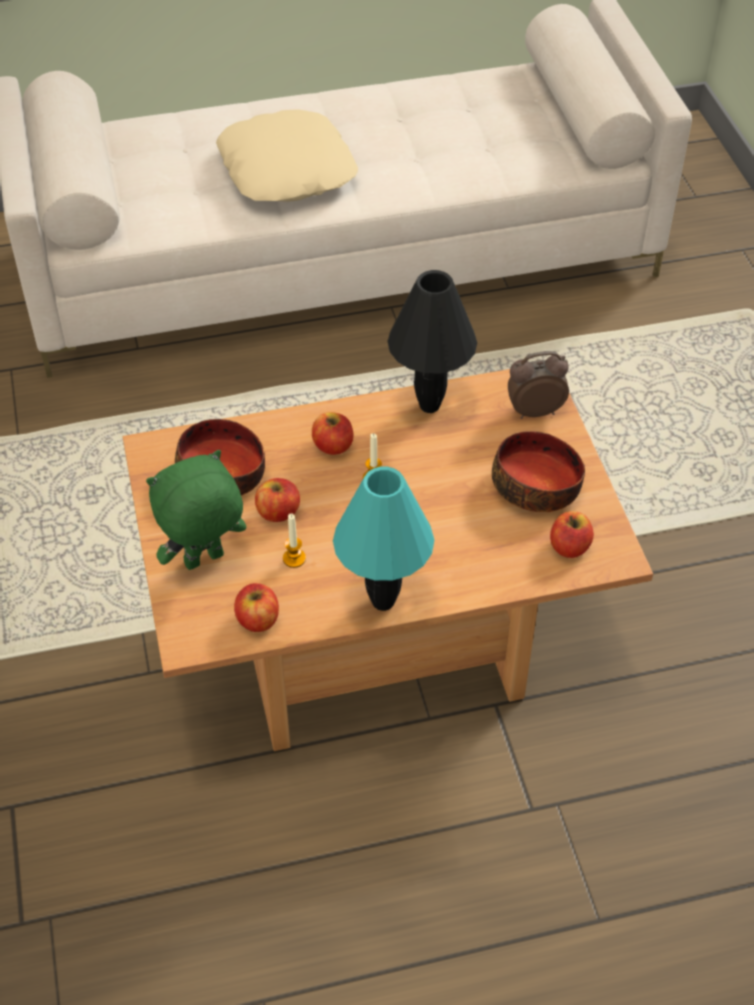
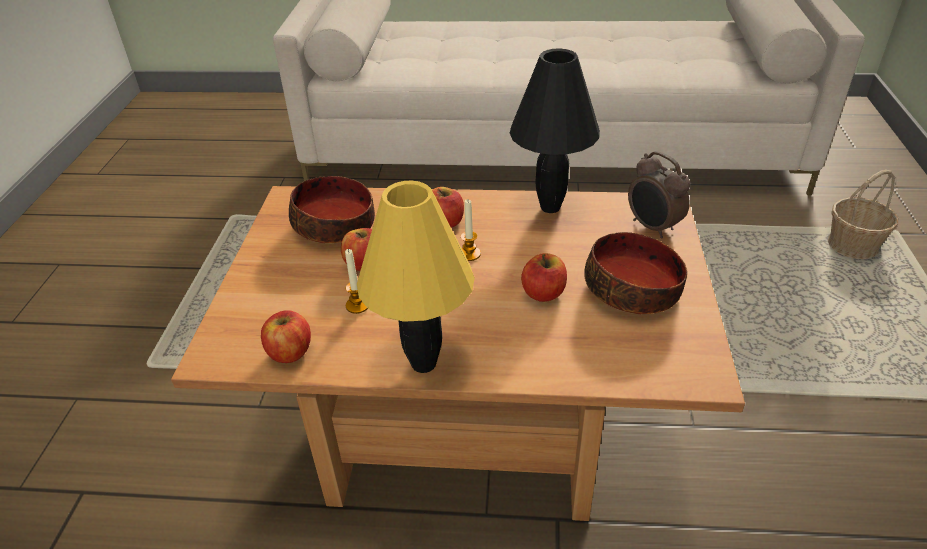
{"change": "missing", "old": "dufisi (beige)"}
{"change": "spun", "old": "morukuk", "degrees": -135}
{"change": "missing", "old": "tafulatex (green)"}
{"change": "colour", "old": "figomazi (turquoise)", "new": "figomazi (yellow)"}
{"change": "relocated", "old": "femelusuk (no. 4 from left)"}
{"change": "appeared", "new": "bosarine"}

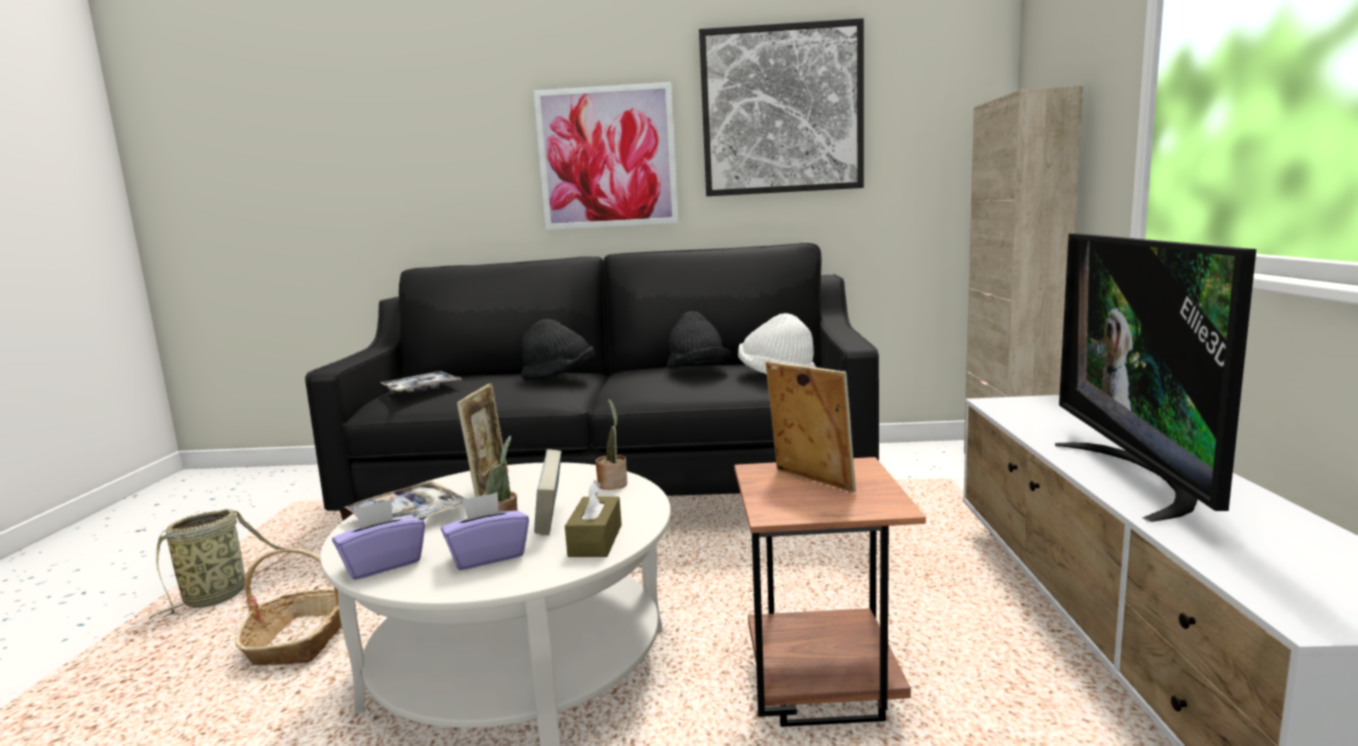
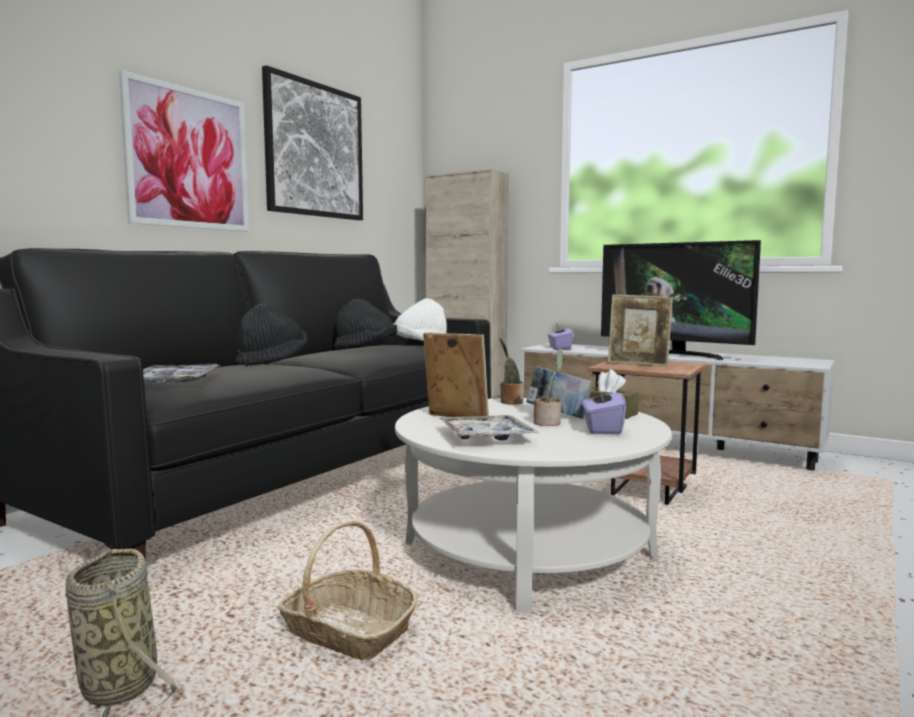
{"change": "spun", "old": "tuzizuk (no. 2 from left)", "degrees": -150}
{"change": "relocated", "old": "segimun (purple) (no. 1 from left)"}

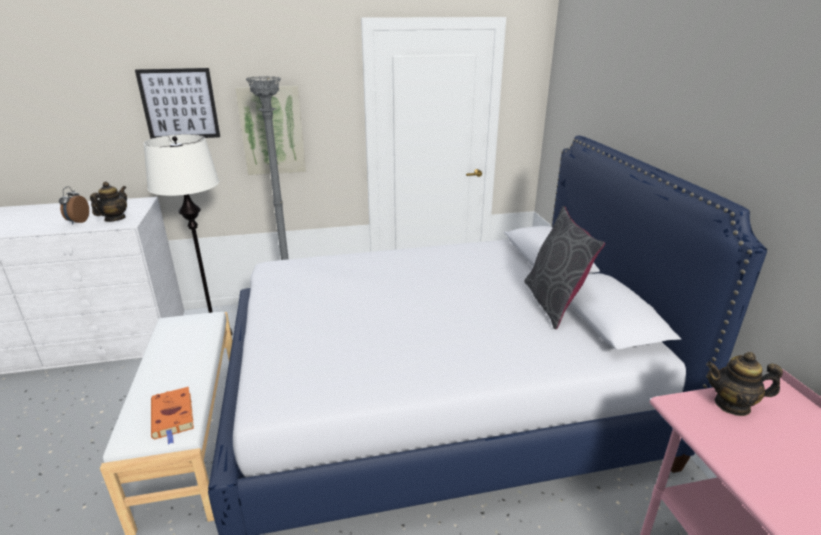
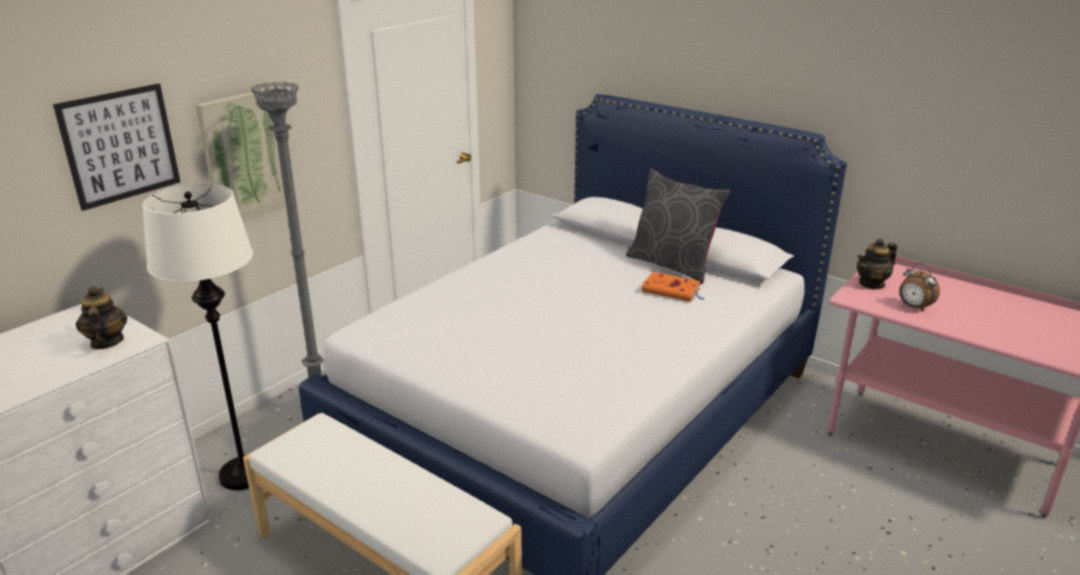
{"change": "relocated", "old": "morukuk"}
{"change": "relocated", "old": "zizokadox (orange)"}

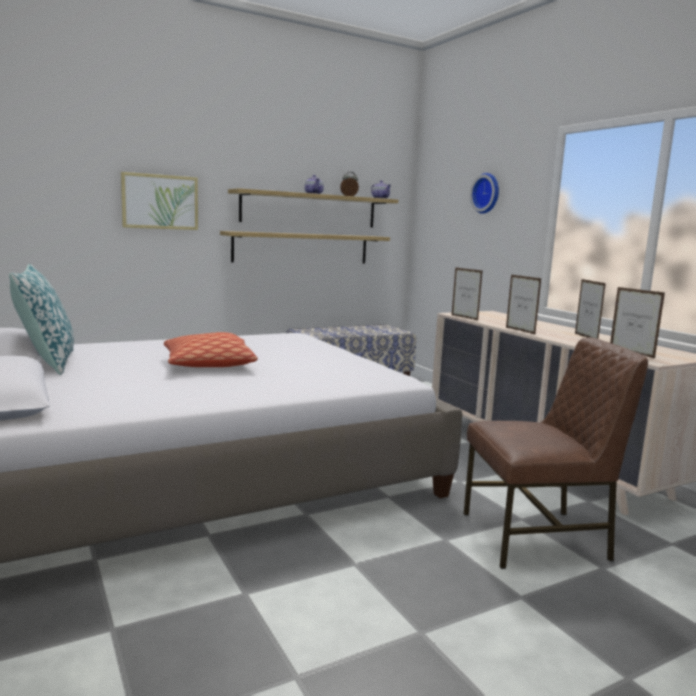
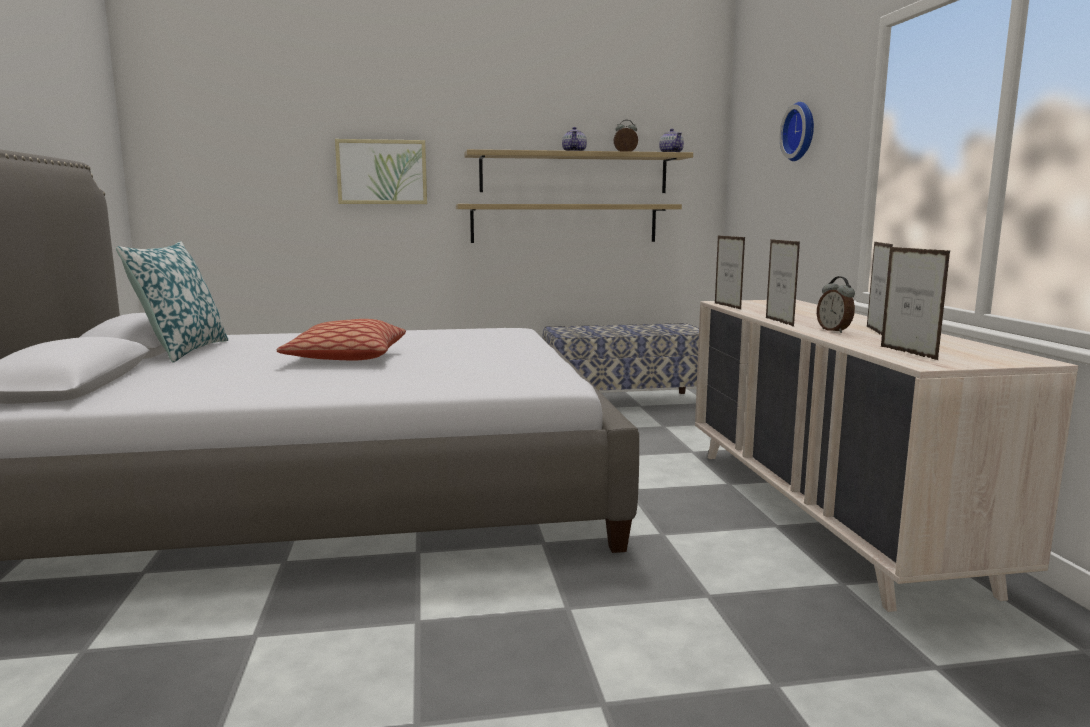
{"change": "missing", "old": "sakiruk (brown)"}
{"change": "appeared", "new": "morukuk (no. 2 from left)"}

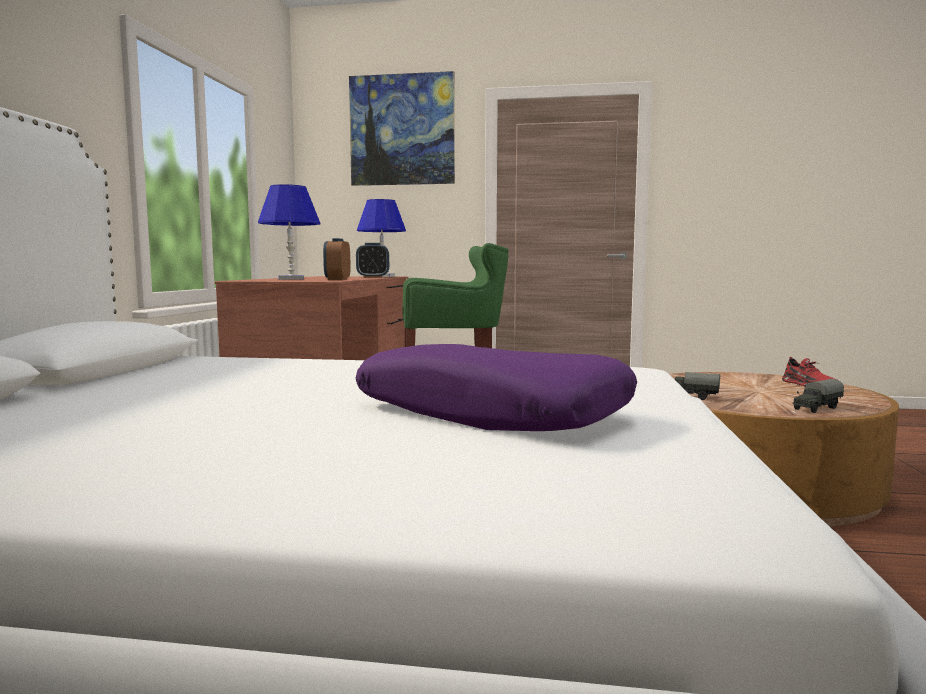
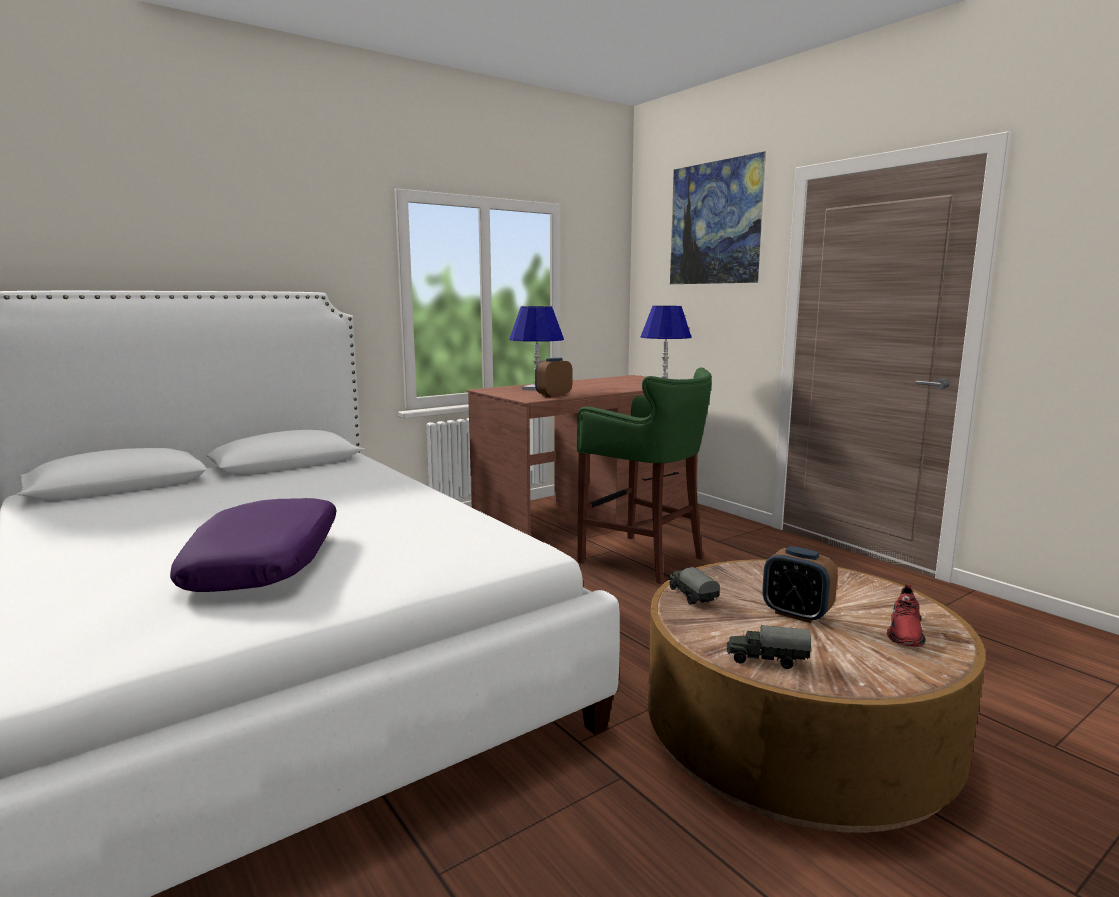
{"change": "relocated", "old": "morukuk (no. 2 from left)"}

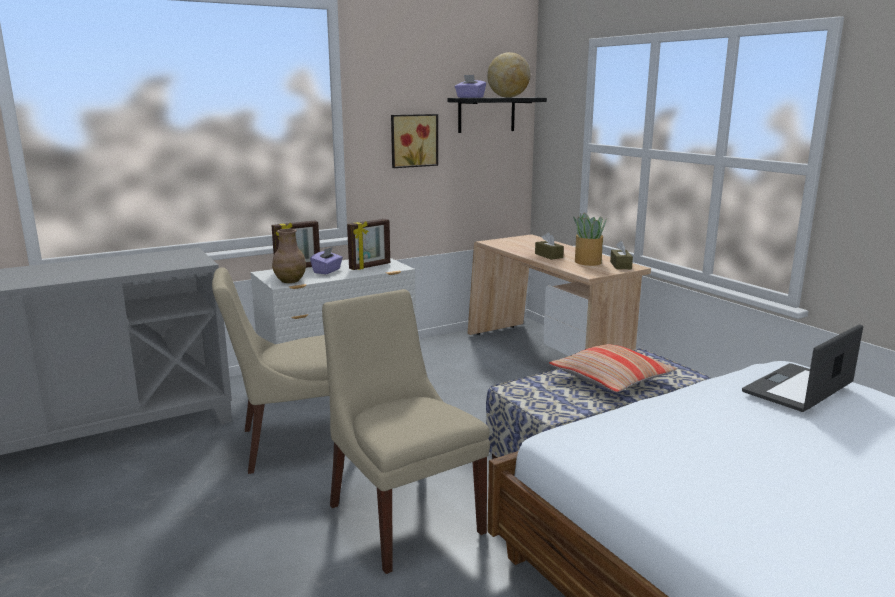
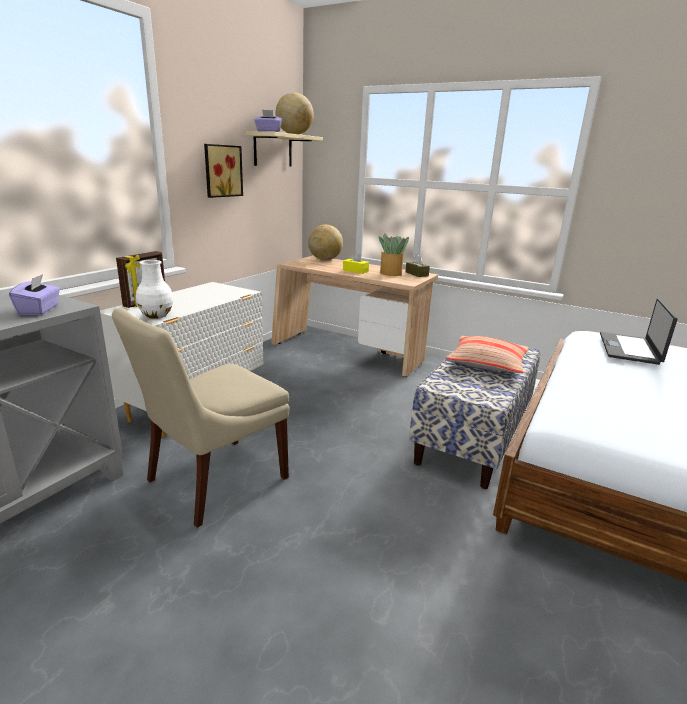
{"change": "colour", "old": "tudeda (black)", "new": "tudeda (beige)"}
{"change": "missing", "old": "tuzizuk (no. 2 from left)"}
{"change": "colour", "old": "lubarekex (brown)", "new": "lubarekex (white)"}
{"change": "colour", "old": "segimun (brown) (no. 1 from left)", "new": "segimun (yellow)"}
{"change": "relocated", "old": "segimun (purple) (no. 1 from left)"}
{"change": "missing", "old": "sakiruk (beige) (no. 2 from left)"}
{"change": "appeared", "new": "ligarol (no. 2 from left)"}

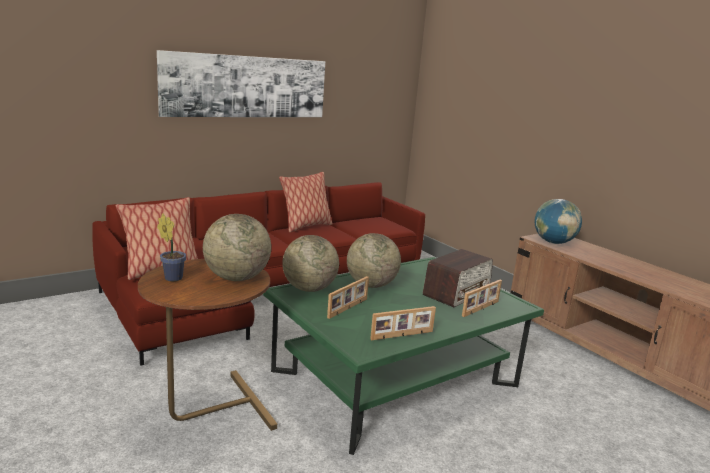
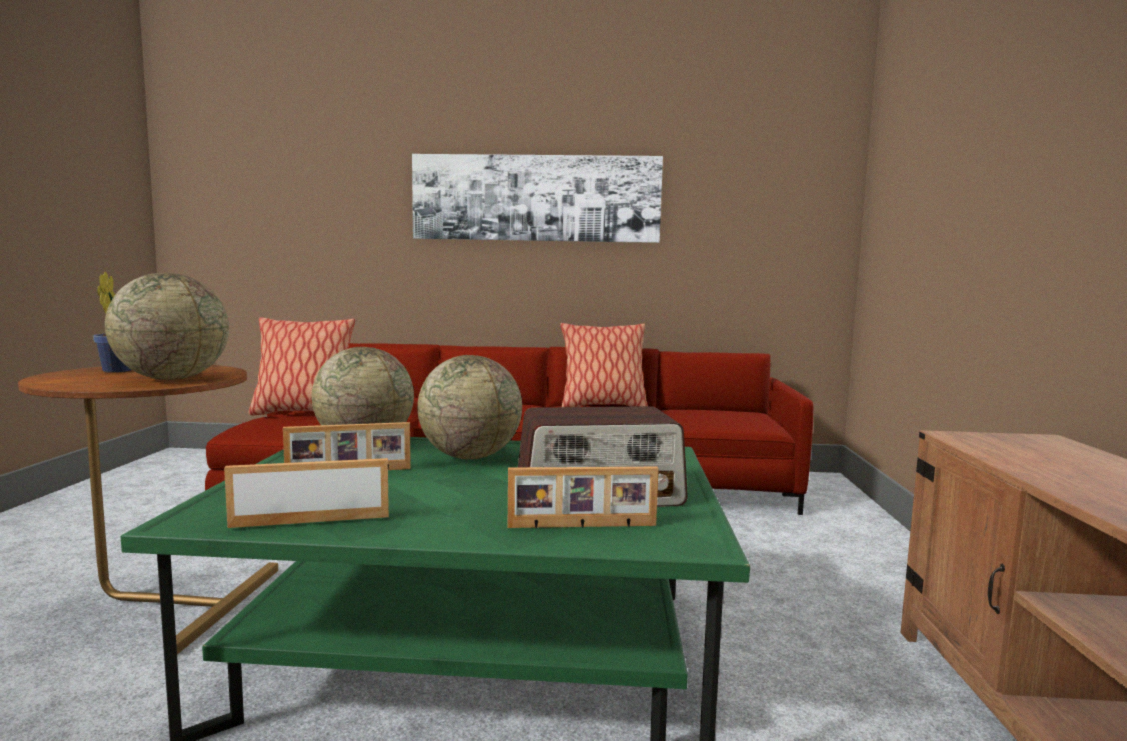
{"change": "missing", "old": "ligarol (no. 4 from left)"}
{"change": "spun", "old": "tuzizuk (no. 2 from left in the first image)", "degrees": 150}

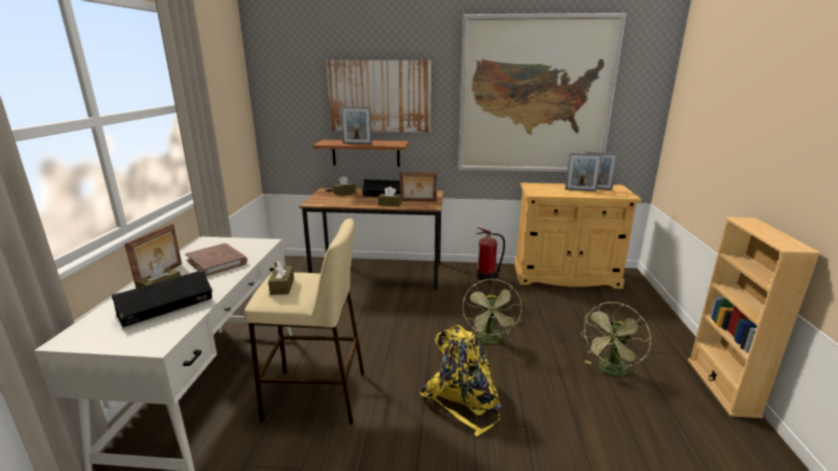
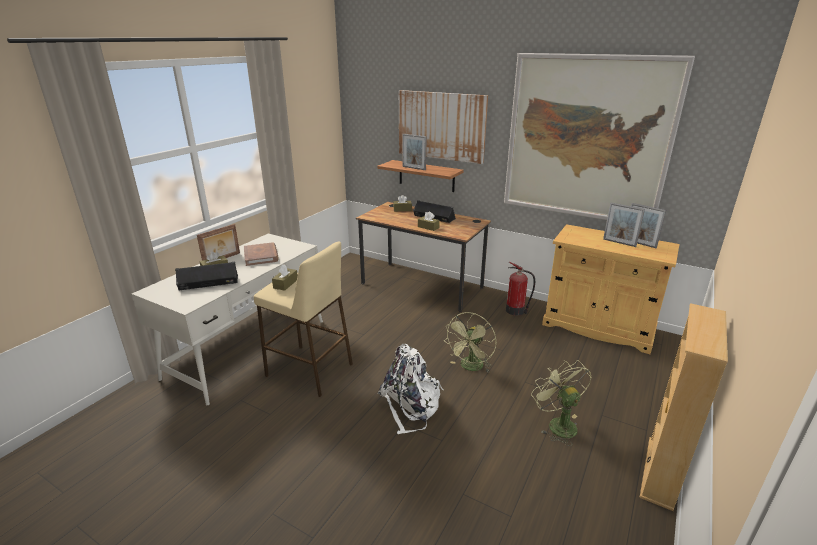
{"change": "missing", "old": "tuzizuk (no. 3 from left)"}
{"change": "spun", "old": "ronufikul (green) (no. 2 from left)", "degrees": 90}
{"change": "colour", "old": "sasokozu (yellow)", "new": "sasokozu (white)"}

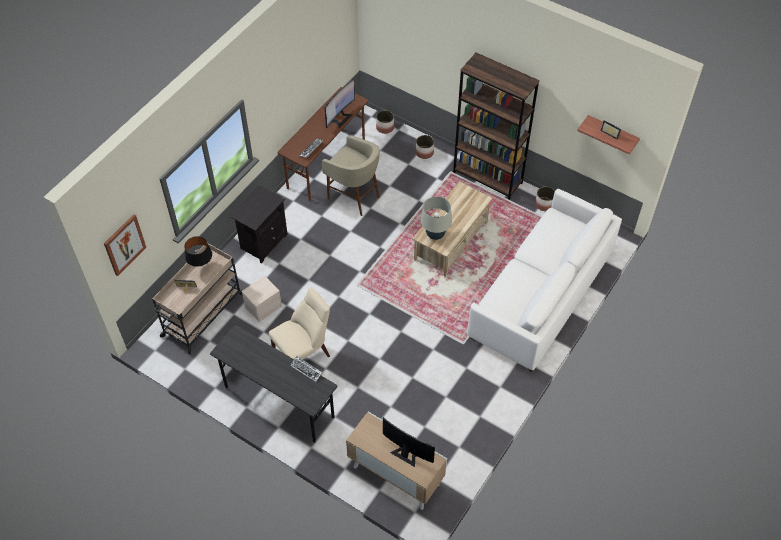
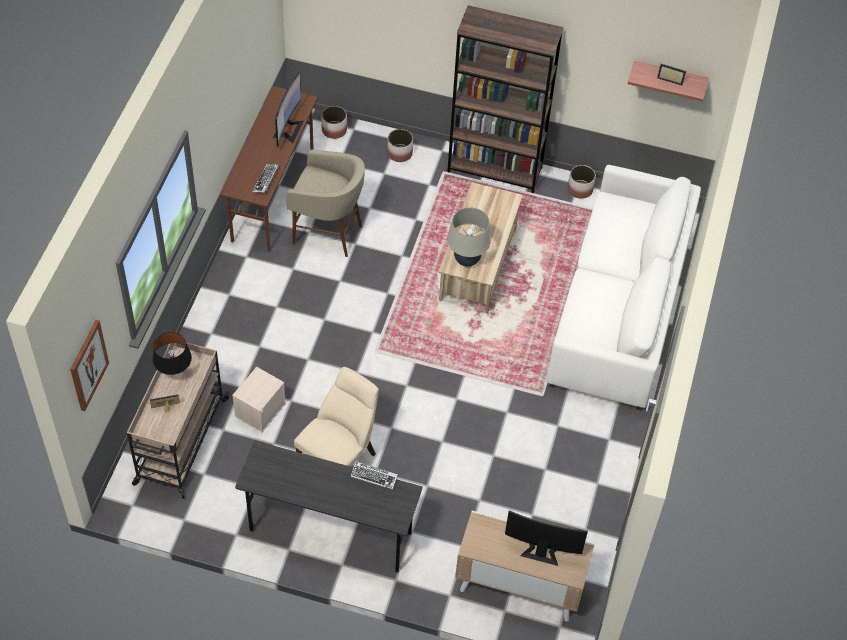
{"change": "missing", "old": "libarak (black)"}

